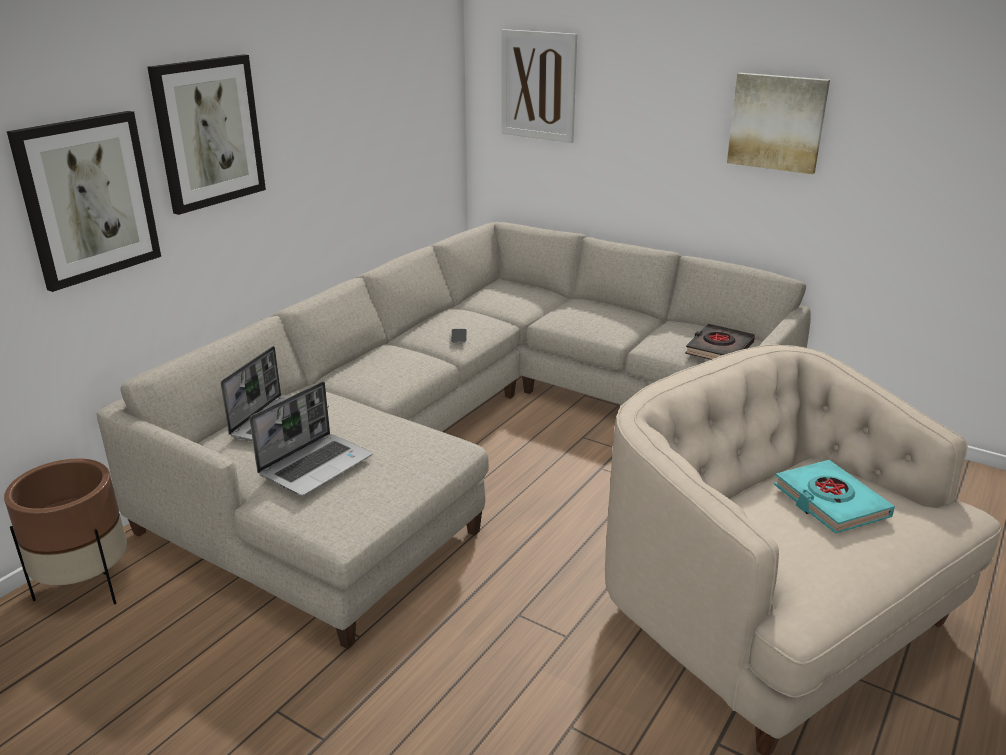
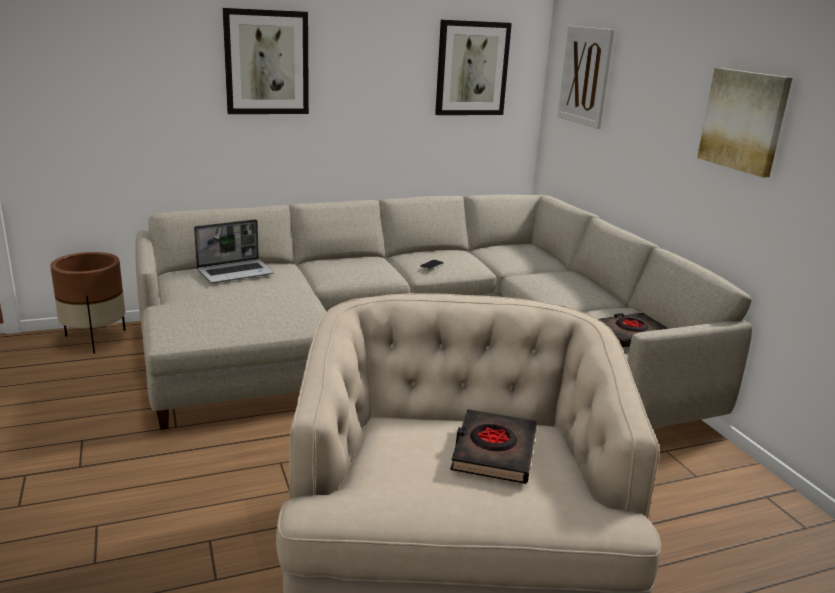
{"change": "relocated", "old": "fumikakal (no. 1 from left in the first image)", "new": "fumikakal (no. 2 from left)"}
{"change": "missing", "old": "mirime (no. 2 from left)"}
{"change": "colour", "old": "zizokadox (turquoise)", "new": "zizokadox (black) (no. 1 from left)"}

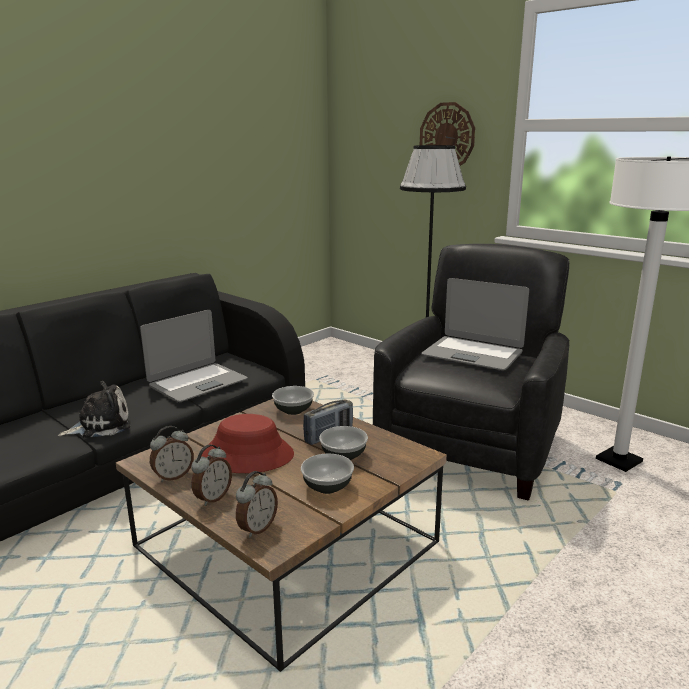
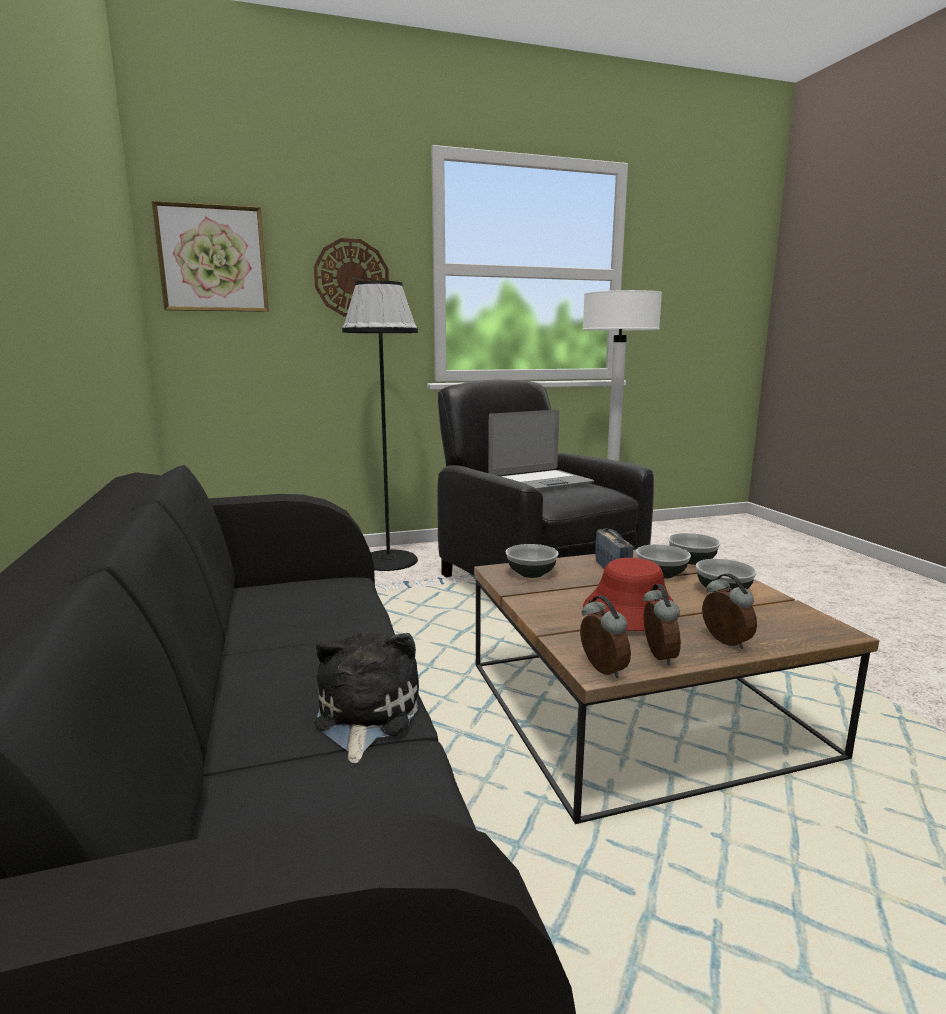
{"change": "missing", "old": "mirime (no. 1 from left)"}
{"change": "relocated", "old": "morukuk (no. 3 from left in the first image)", "new": "morukuk (no. 1 from left)"}
{"change": "appeared", "new": "fumikakal"}
{"change": "appeared", "new": "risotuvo (no. 3 from left)"}

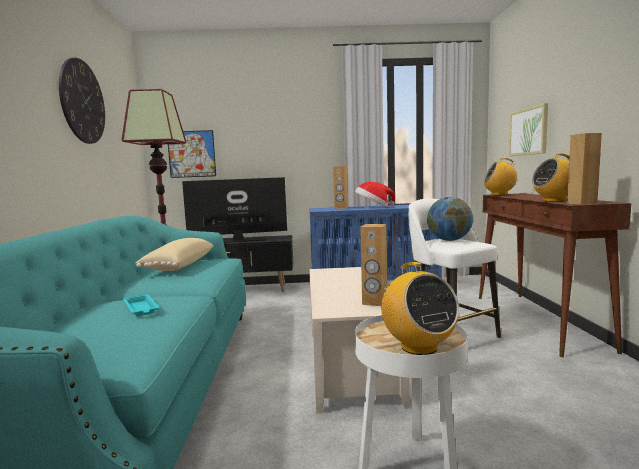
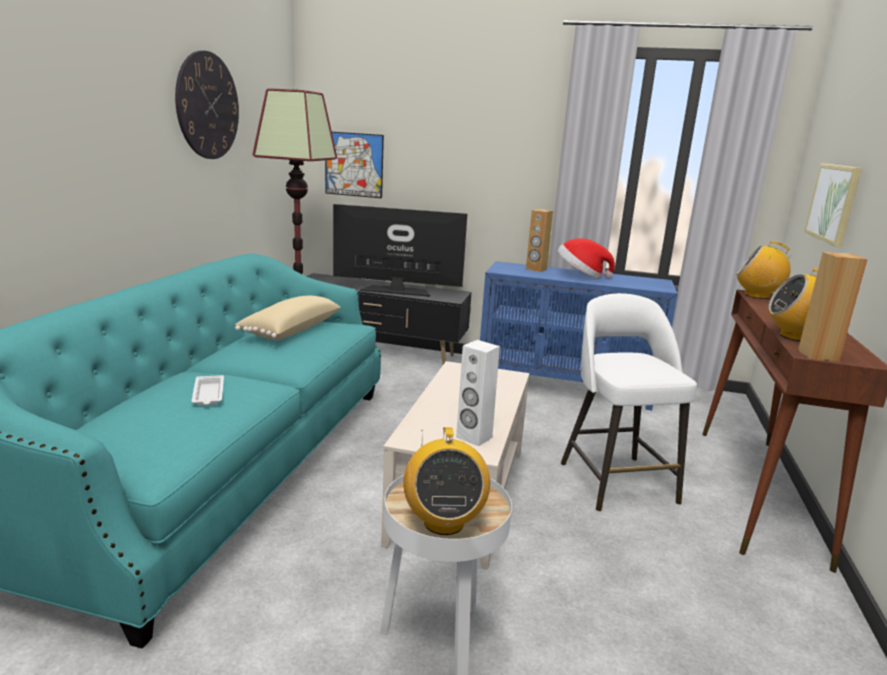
{"change": "missing", "old": "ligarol"}
{"change": "colour", "old": "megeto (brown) (no. 2 from left)", "new": "megeto (white)"}
{"change": "colour", "old": "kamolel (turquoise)", "new": "kamolel (white)"}

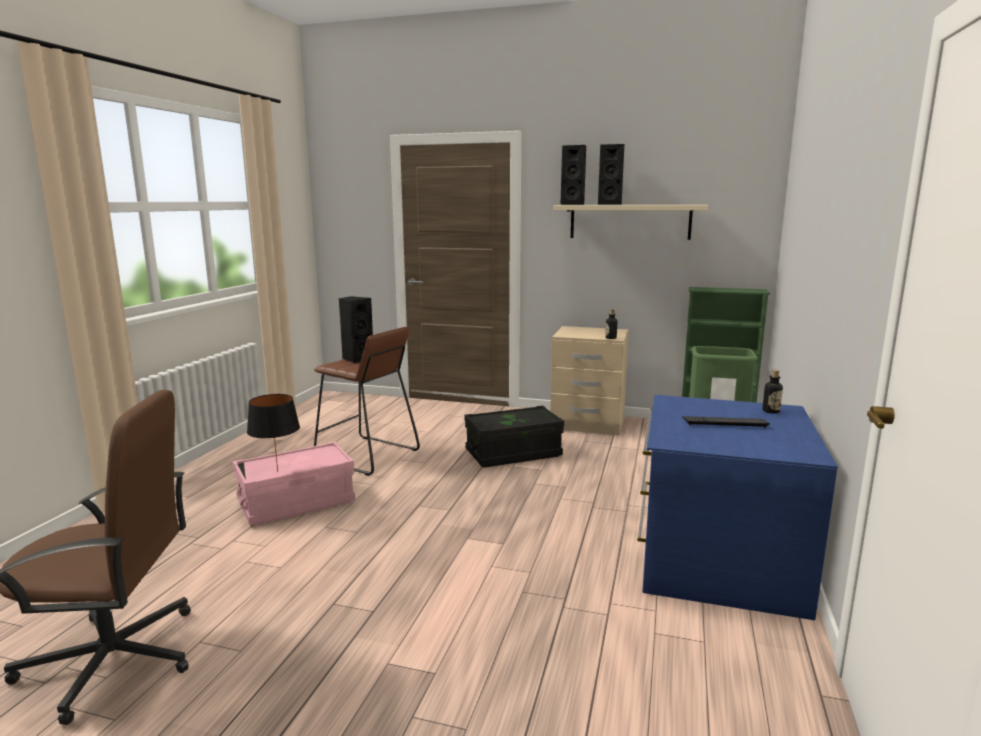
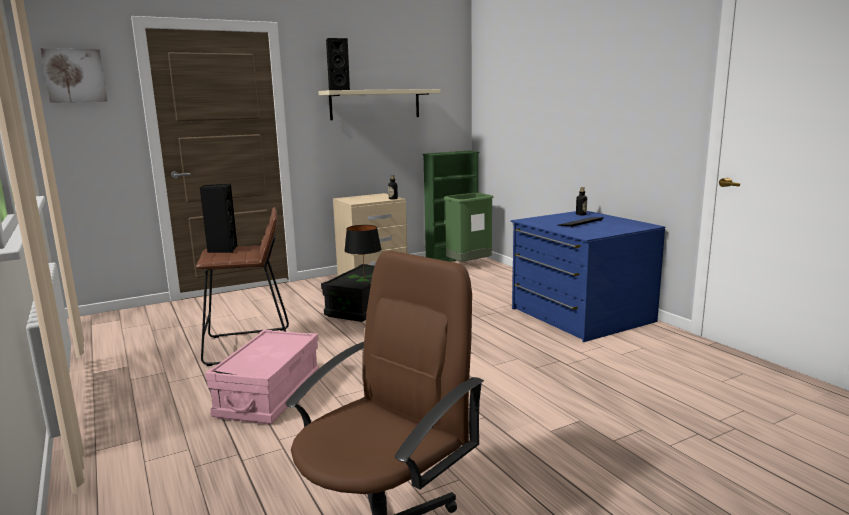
{"change": "missing", "old": "megeto (black) (no. 3 from left)"}
{"change": "relocated", "old": "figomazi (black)"}
{"change": "appeared", "new": "fumikakal"}

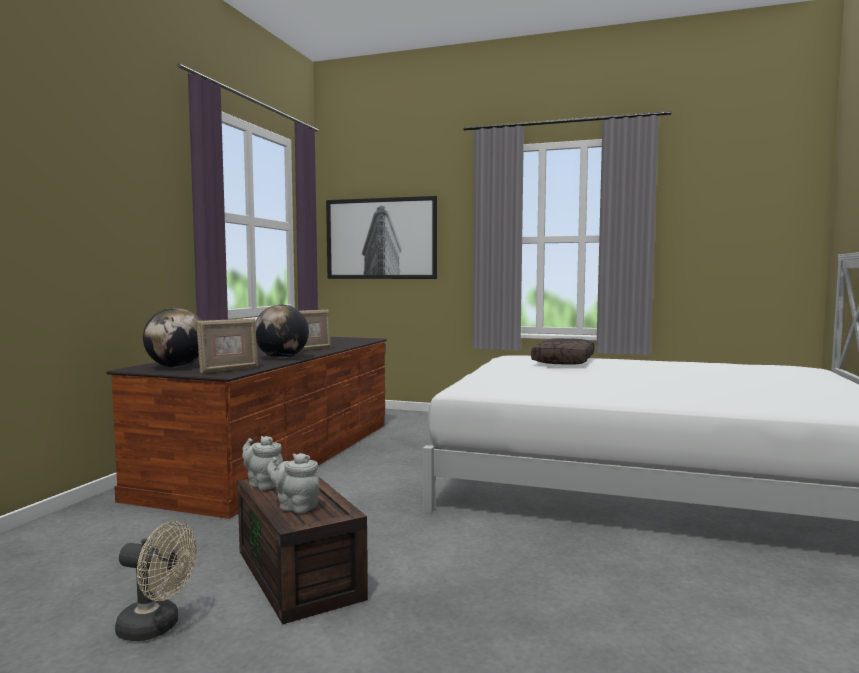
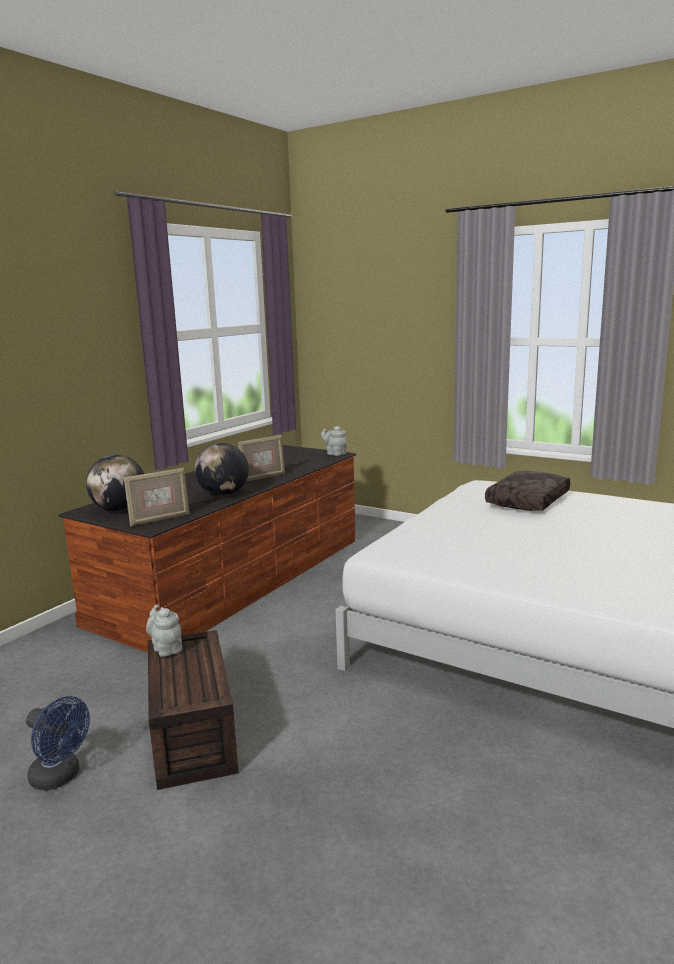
{"change": "missing", "old": "fumikakal"}
{"change": "relocated", "old": "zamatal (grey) (no. 2 from left)"}
{"change": "colour", "old": "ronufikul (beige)", "new": "ronufikul (blue)"}

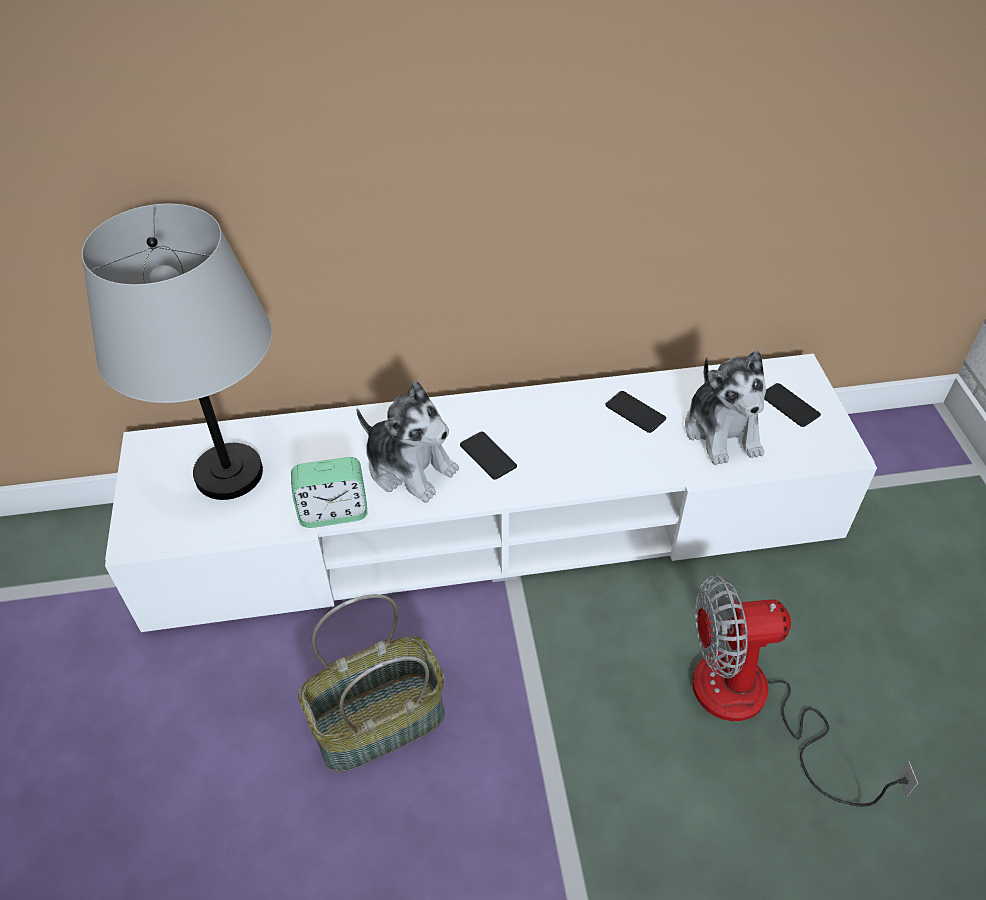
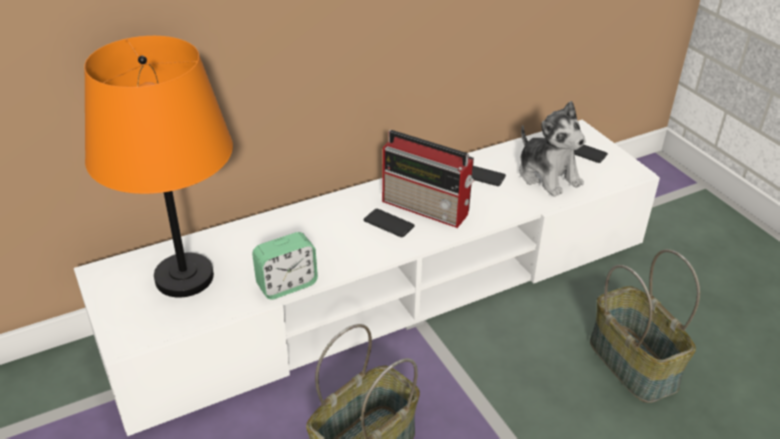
{"change": "colour", "old": "figomazi (grey)", "new": "figomazi (orange)"}
{"change": "missing", "old": "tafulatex (no. 1 from left)"}
{"change": "exchanged", "old": "ronufikul", "new": "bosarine (no. 2 from left)"}
{"change": "appeared", "new": "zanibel"}

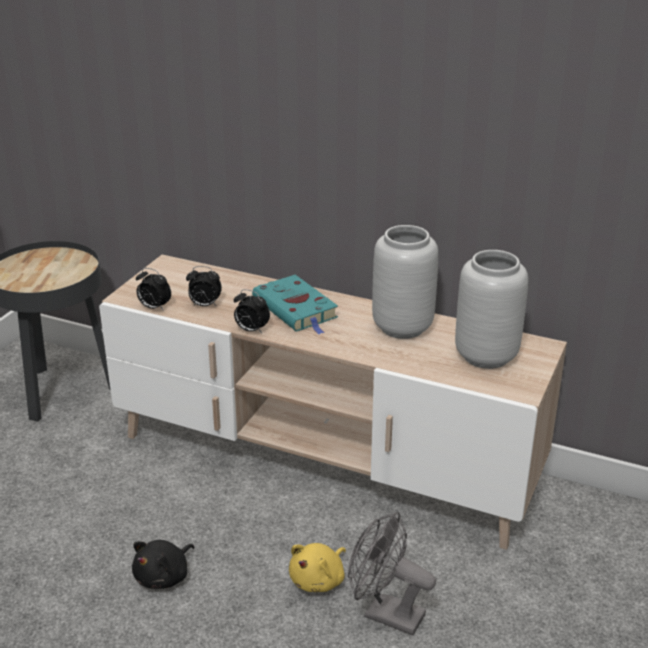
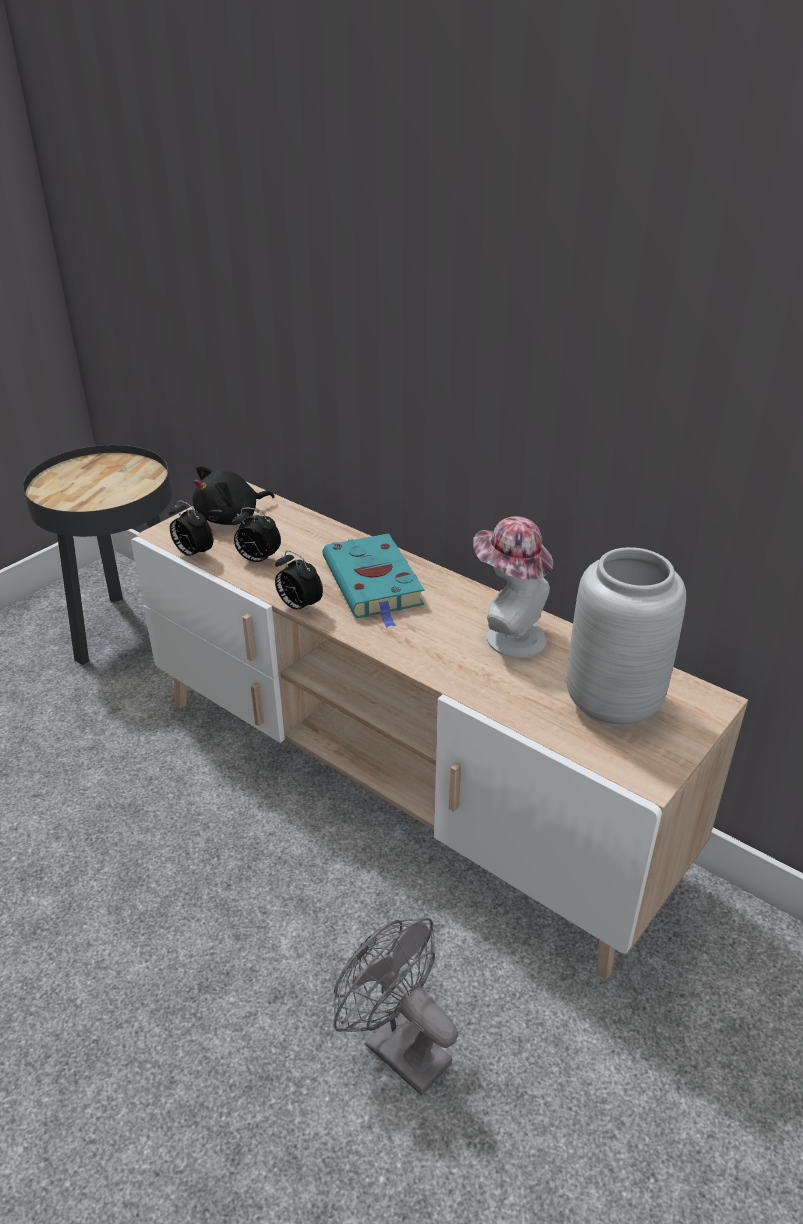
{"change": "exchanged", "old": "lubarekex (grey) (no. 1 from left)", "new": "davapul"}
{"change": "relocated", "old": "tafulatex (black)"}
{"change": "missing", "old": "tafulatex (yellow)"}

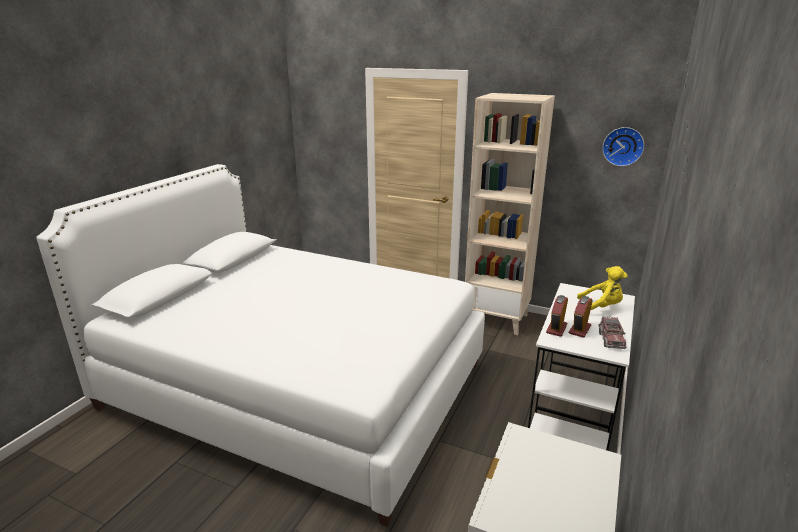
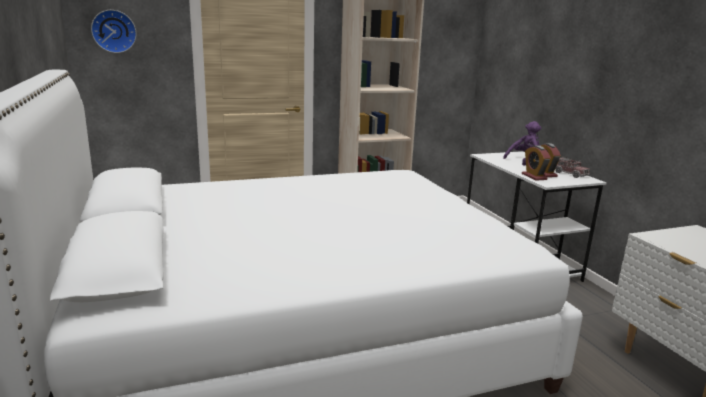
{"change": "relocated", "old": "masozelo"}
{"change": "colour", "old": "tafulatex (yellow)", "new": "tafulatex (purple)"}

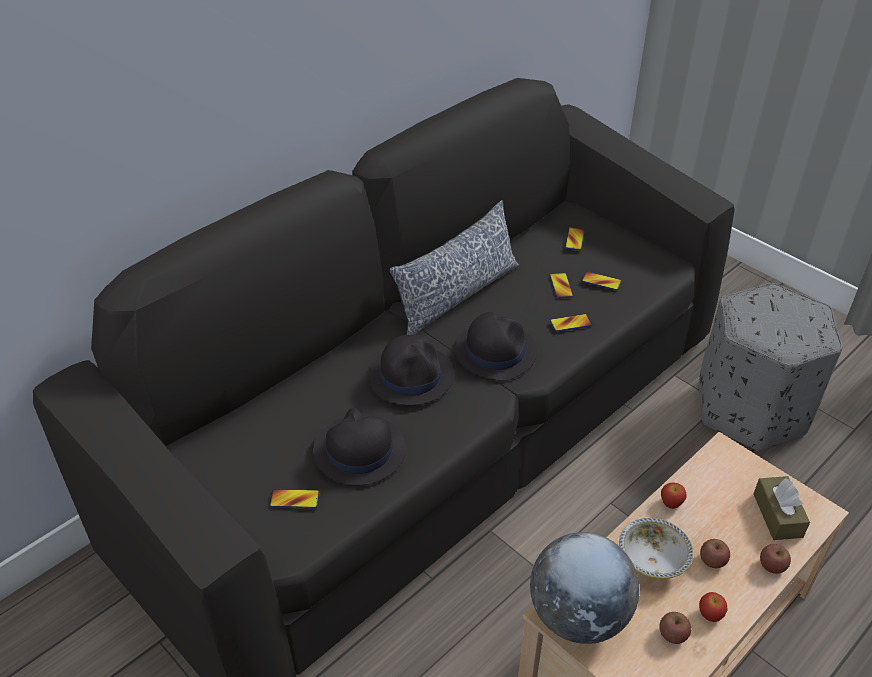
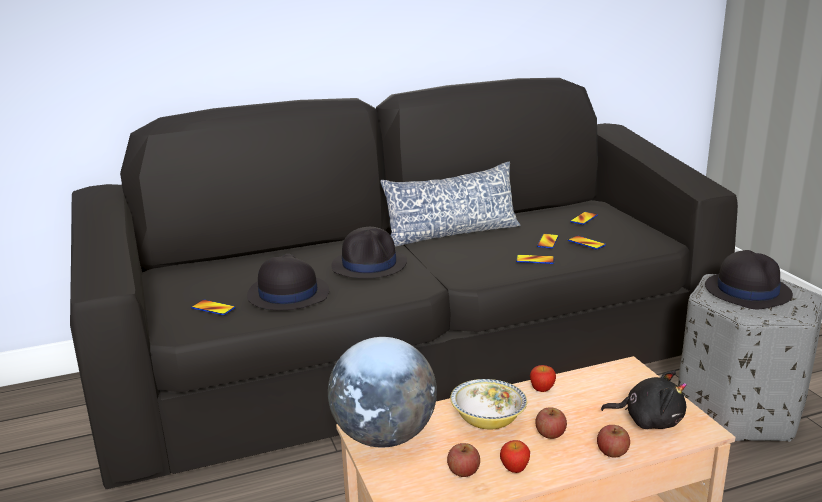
{"change": "relocated", "old": "davapul (black) (no. 3 from left)"}
{"change": "exchanged", "old": "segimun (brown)", "new": "tafulatex (black)"}

